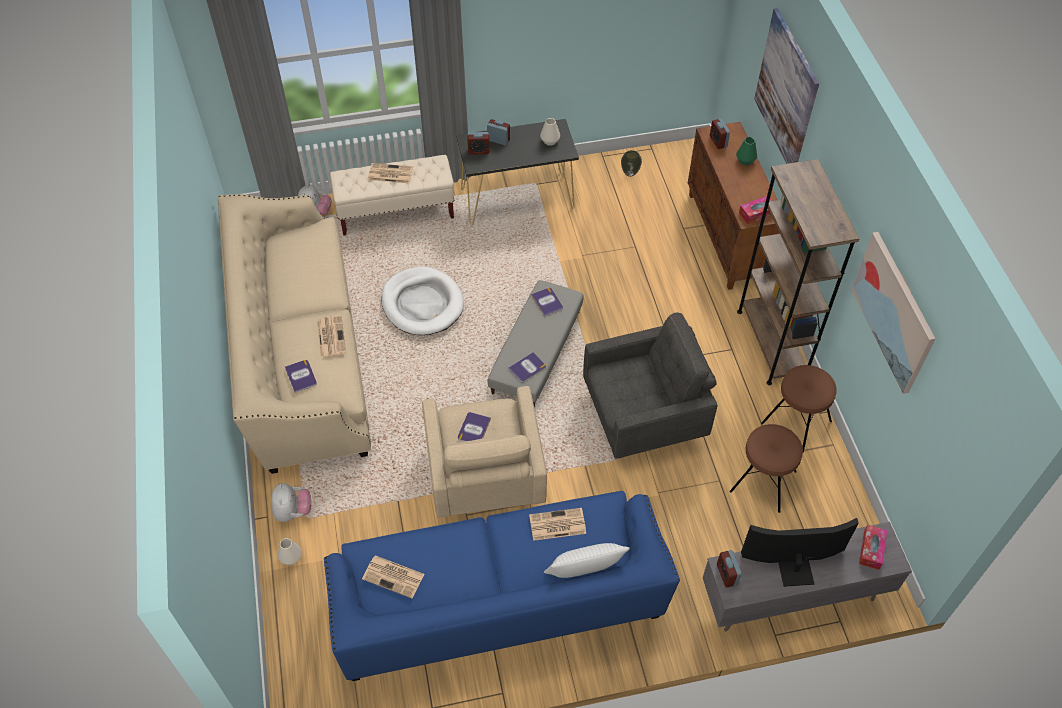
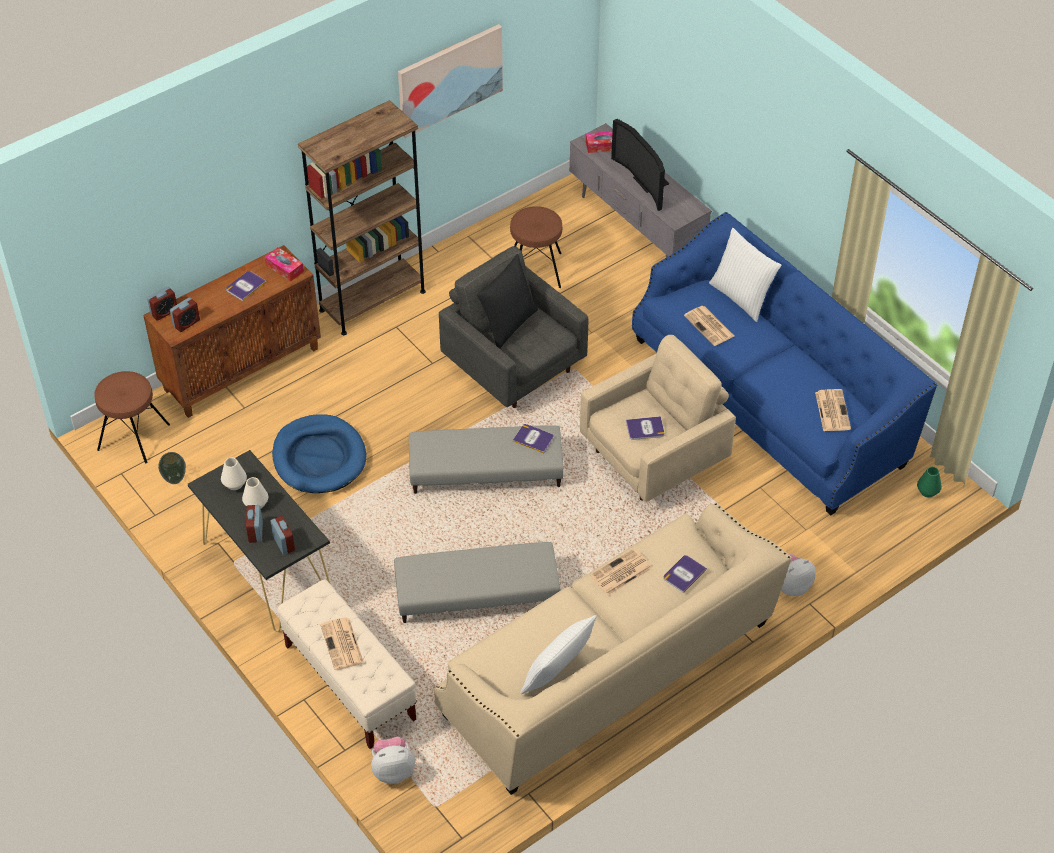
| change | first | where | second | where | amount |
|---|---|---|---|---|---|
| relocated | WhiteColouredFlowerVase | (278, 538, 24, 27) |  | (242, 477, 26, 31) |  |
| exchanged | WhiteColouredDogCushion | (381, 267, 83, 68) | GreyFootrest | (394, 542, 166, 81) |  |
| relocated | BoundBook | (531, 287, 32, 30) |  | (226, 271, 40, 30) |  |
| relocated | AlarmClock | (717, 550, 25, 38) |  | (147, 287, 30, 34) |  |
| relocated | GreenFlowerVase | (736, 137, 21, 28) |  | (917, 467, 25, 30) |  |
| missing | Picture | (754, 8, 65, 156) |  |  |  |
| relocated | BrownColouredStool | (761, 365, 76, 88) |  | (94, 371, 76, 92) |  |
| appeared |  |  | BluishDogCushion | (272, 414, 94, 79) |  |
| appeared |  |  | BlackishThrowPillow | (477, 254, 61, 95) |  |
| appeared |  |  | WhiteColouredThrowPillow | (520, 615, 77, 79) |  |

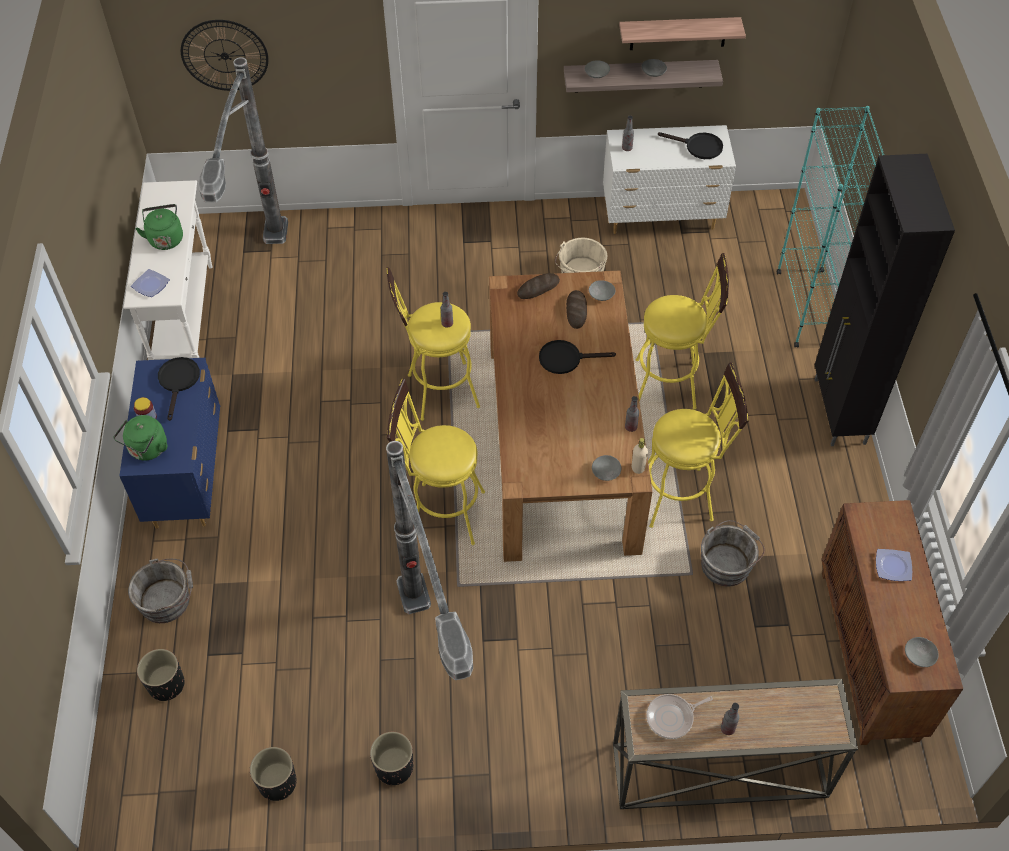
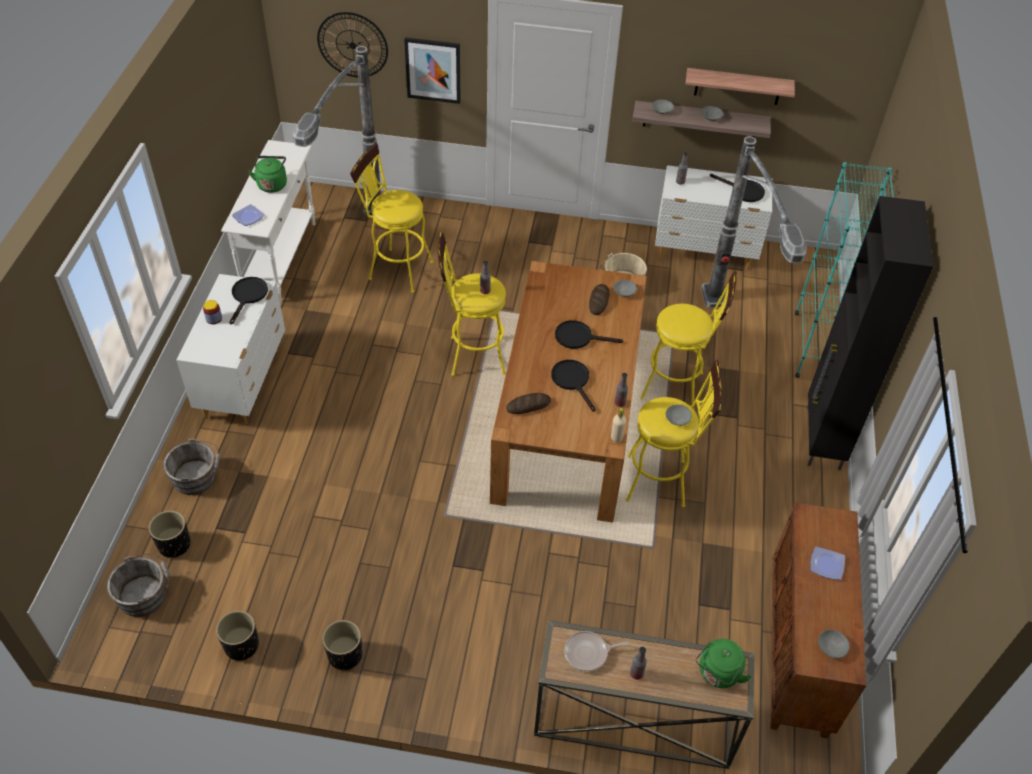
| change | first | where | second | where | amount |
|---|---|---|---|---|---|
| relocated | GreenWaterKettle | (113, 415, 54, 46) |  | (696, 639, 55, 49) |  |
| colour | BluishChestOfDrawers | (119, 358, 101, 171) | WhiteColouredChestOfDrawers | (176, 274, 109, 151) |  |
| relocated | StandardLamp | (386, 441, 87, 239) |  | (701, 137, 106, 171) |  |
| relocated | YellowColouredStool | (387, 378, 98, 167) |  | (350, 142, 84, 151) |  |
| relocated | BakedBread | (517, 273, 43, 26) |  | (506, 393, 45, 21) |  |
| relocated | GreyBowl | (592, 455, 29, 26) |  | (666, 404, 26, 22) |  |
| relocated | GreyBucket | (701, 520, 64, 66) |  | (107, 554, 63, 63) |  |
| appeared |  |  | Picture | (404, 37, 57, 67) |  |
| appeared |  |  | BlackishPan | (551, 360, 45, 52) |  |

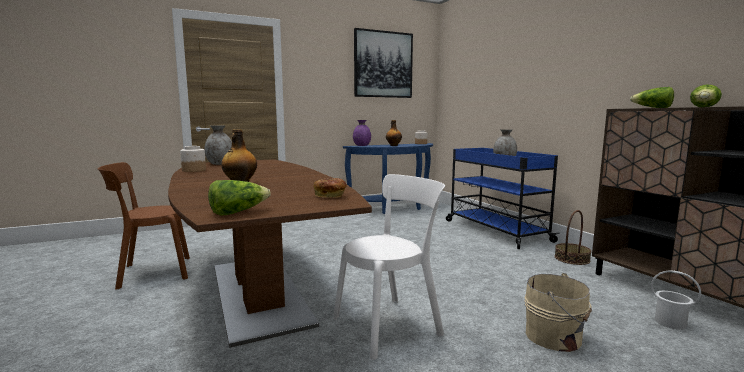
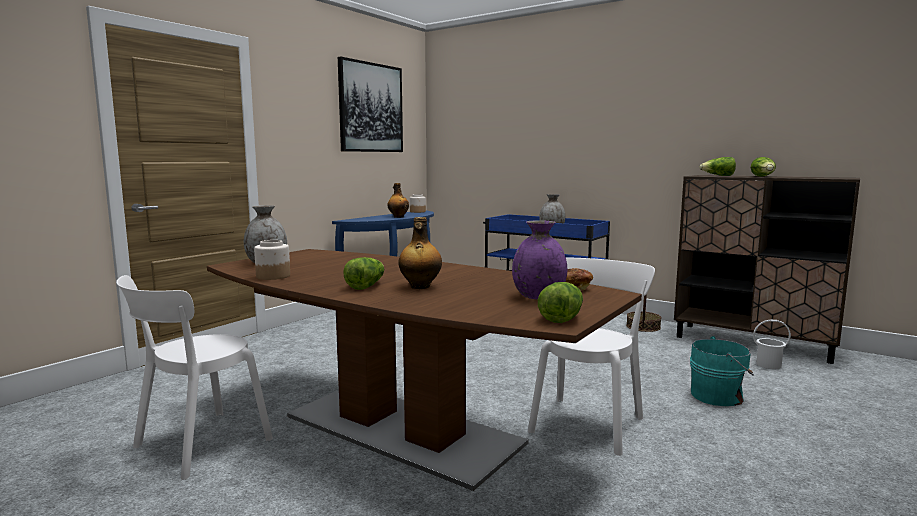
| change | first | where | second | where | amount |
|---|---|---|---|---|---|
| colour | BrownColouredUprightChair | (98, 162, 92, 128) | WhiteColouredUprightChair | (116, 275, 157, 205) |  |
| relocated | PurplishFlowerVase | (353, 120, 18, 26) |  | (512, 220, 55, 79) |  |
| colour | BeigeColouredBucket | (525, 273, 67, 79) | TurquoiseBucket | (690, 336, 64, 70) |  |
| appeared |  |  | LettuceHead | (343, 257, 41, 33) |  |

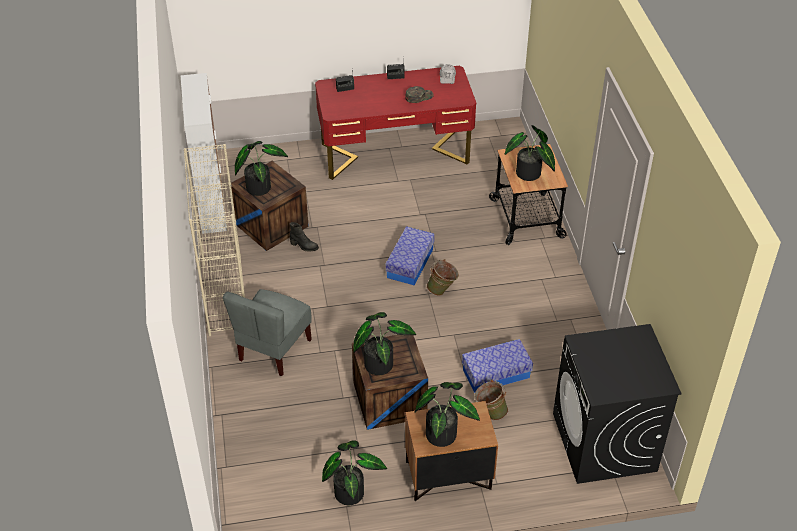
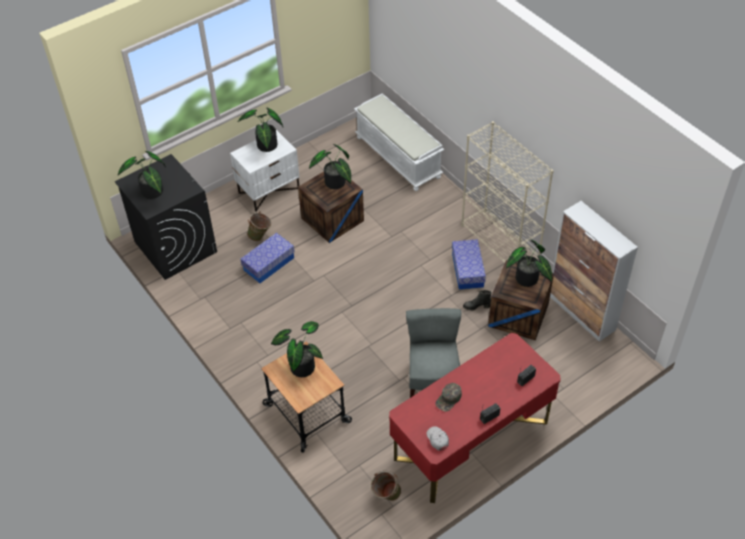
| change | first | where | second | where | amount |
|---|---|---|---|---|---|
| relocated | GreyUprightChair | (223, 289, 89, 87) |  | (406, 308, 56, 90) |  |
| relocated | PottedPlant | (322, 440, 65, 65) |  | (118, 151, 48, 48) |  |
| relocated | StorageBox | (386, 226, 49, 60) |  | (452, 239, 34, 50) |  |
| colour | BrownColouredBedsideTable | (405, 401, 93, 100) | WhiteColouredBedsideTable | (230, 130, 70, 82) |  |
| relocated | GreenBucket | (427, 259, 32, 37) |  | (371, 471, 30, 30) |  |
| appeared |  |  | WhiteColouredIndoorBench | (354, 93, 90, 98) |  |

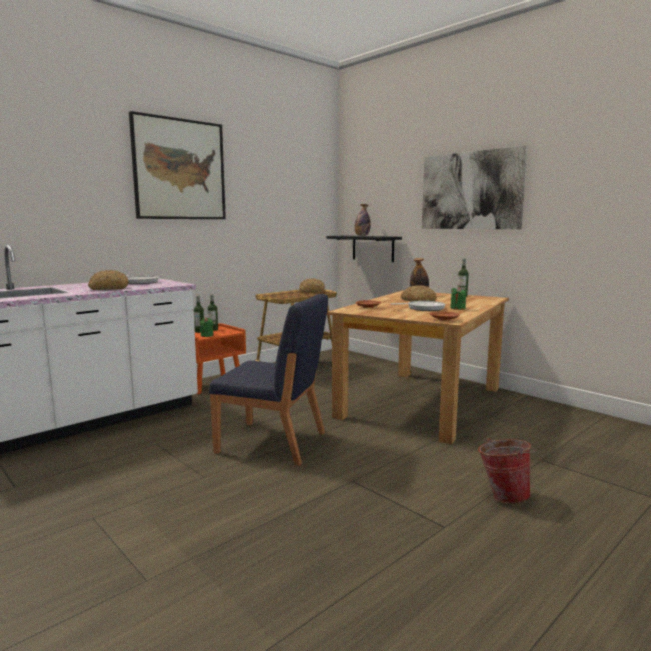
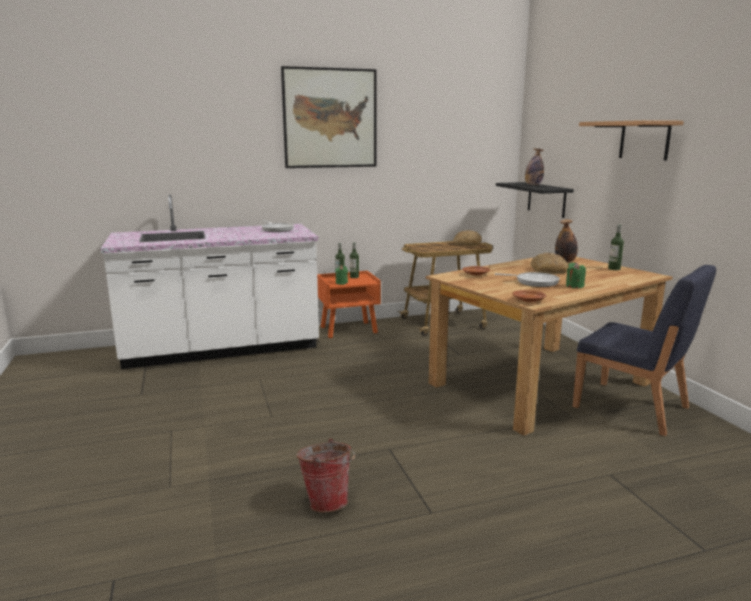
| change | first | where | second | where | amount |
|---|---|---|---|---|---|
| missing | BakedBread | (88, 270, 40, 20) |  |  |  |
| relocated | BluishUprightChair | (209, 294, 119, 172) |  | (573, 265, 143, 171) |  |
| exchanged | Picture | (422, 145, 106, 84) | Shelf | (579, 120, 105, 41) |  |
| relocated | Bucket | (478, 438, 57, 65) |  | (296, 439, 59, 73) |  |

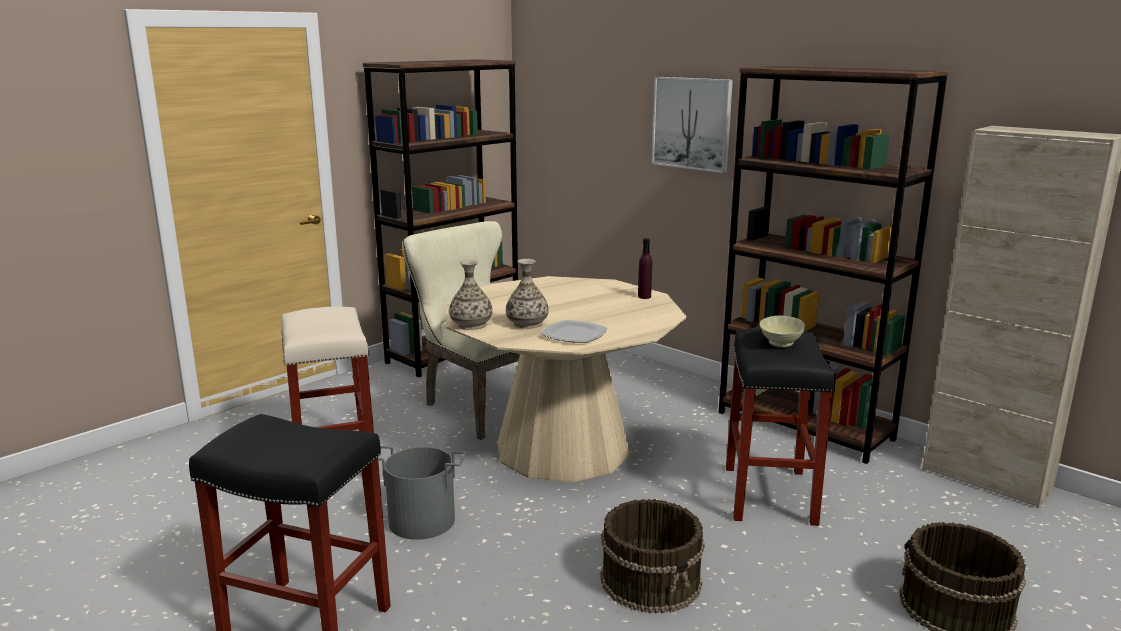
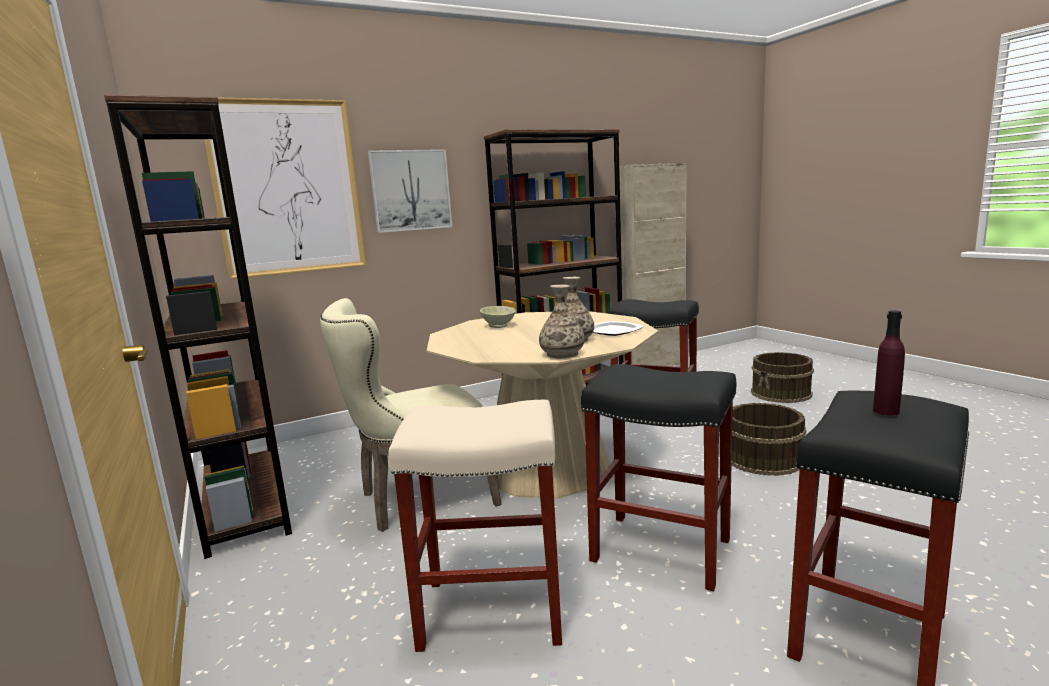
| change | first | where | second | where | amount |
|---|---|---|---|---|---|
| exchanged | GreyBucket | (378, 446, 89, 94) | BlackishStool | (581, 364, 155, 227) |  |
| relocated | PurplishDrinkBottle | (638, 238, 14, 61) |  | (873, 310, 32, 105) |  |
| relocated | BeigeColouredBowl | (759, 316, 46, 31) |  | (480, 306, 36, 22) |  |
| appeared |  |  | Picture | (204, 98, 162, 181) |  |

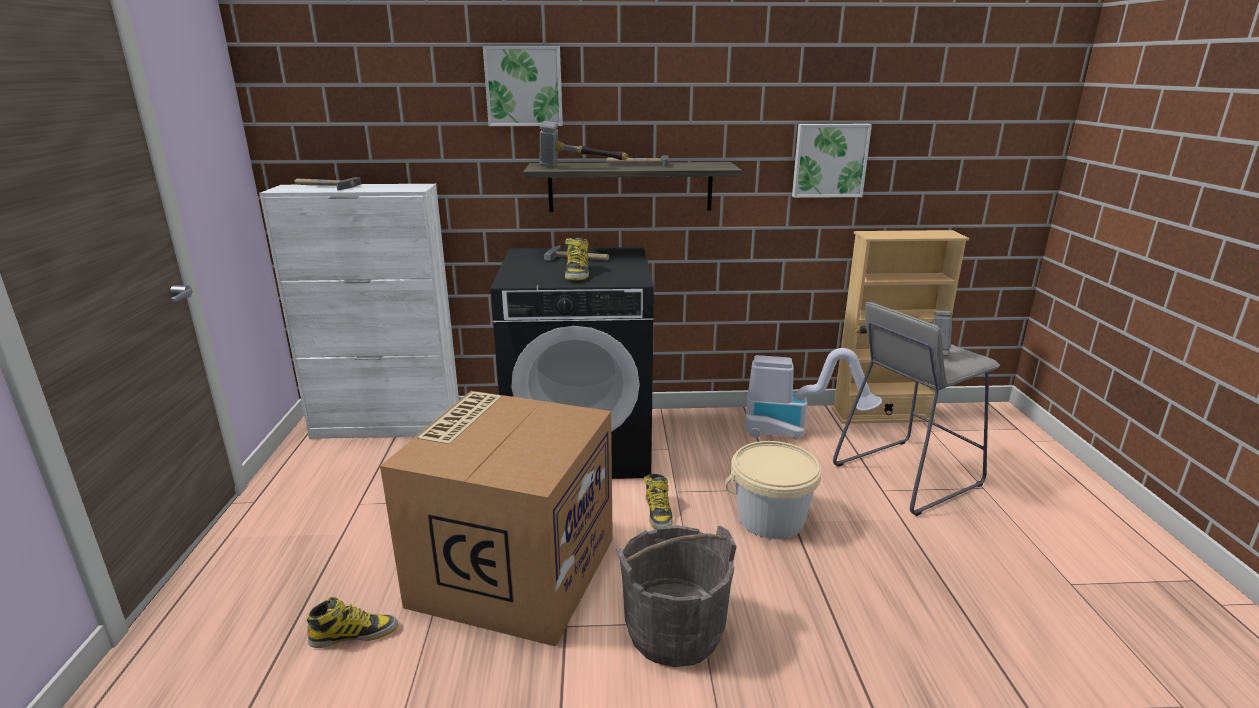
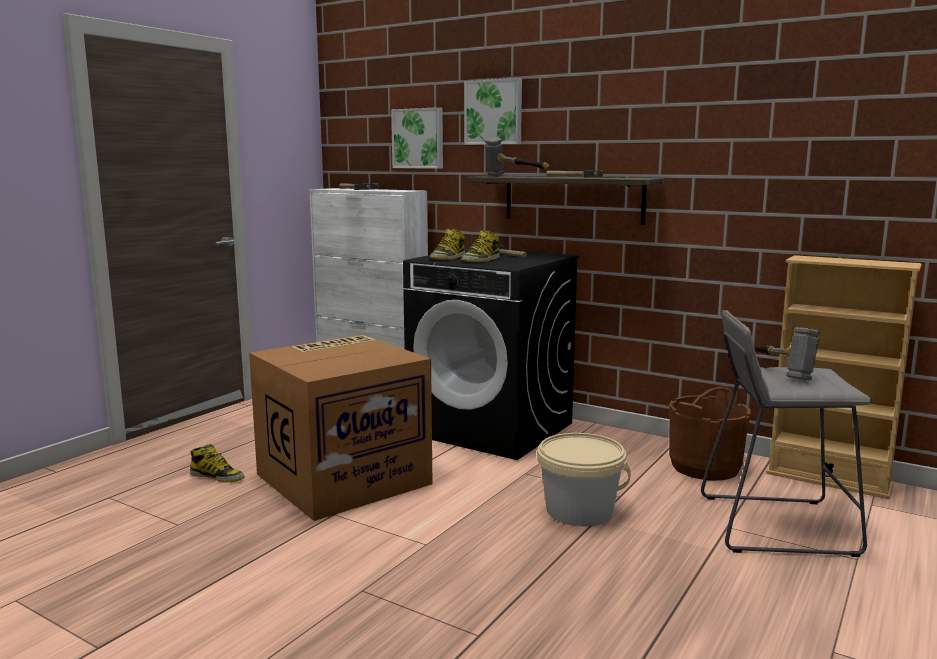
| change | first | where | second | where | amount |
|---|---|---|---|---|---|
| missing | GreyBucket | (616, 525, 121, 142) |  |  |  |
| relocated | Boot | (644, 474, 29, 56) |  | (430, 229, 35, 31) |  |
| exchanged | Vacuum | (745, 348, 137, 92) | BrownColouredBucket | (669, 386, 82, 95) |  |
| relocated | Picture | (792, 124, 80, 74) |  | (391, 107, 52, 62) |  |

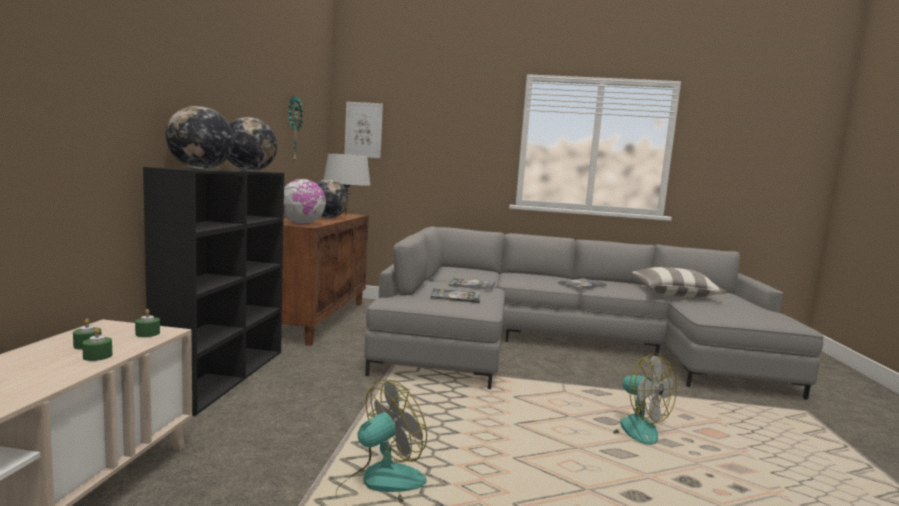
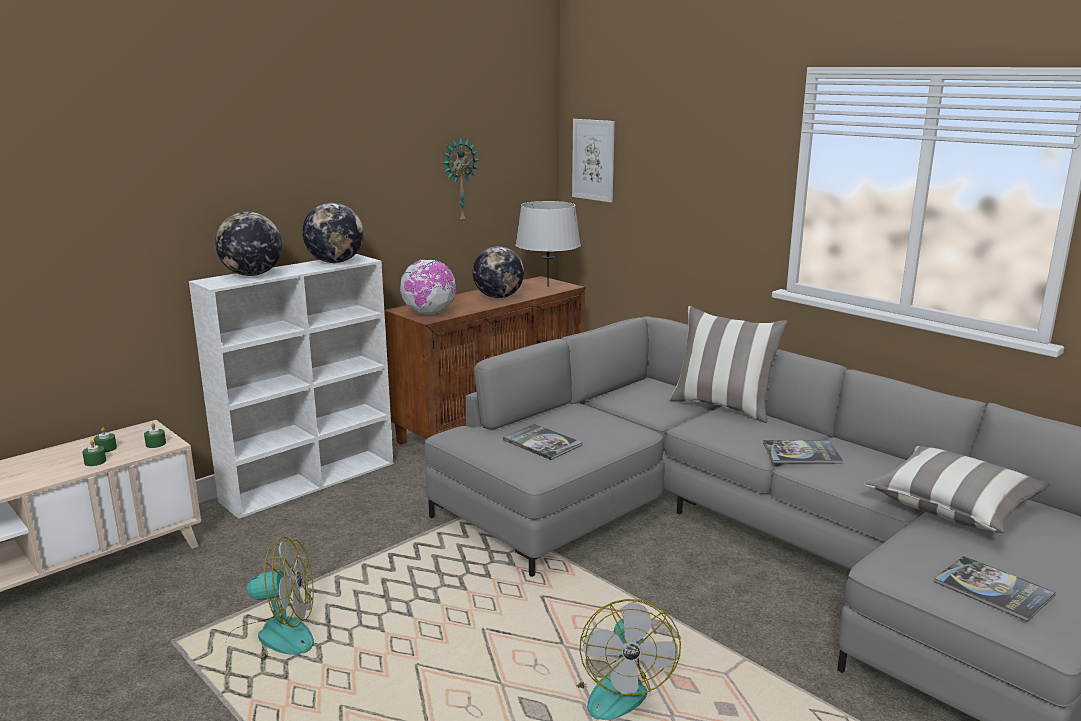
| change | first | where | second | where | amount |
|---|---|---|---|---|---|
| colour | BlackishShelvingUnit | (143, 167, 141, 249) | WhiteColouredShelvingUnit | (189, 254, 204, 264) |  |
| relocated | BoundBook | (449, 278, 46, 12) |  | (934, 556, 122, 66) |  |
| appeared |  |  | ThrowPillow | (669, 306, 119, 117) |  |

